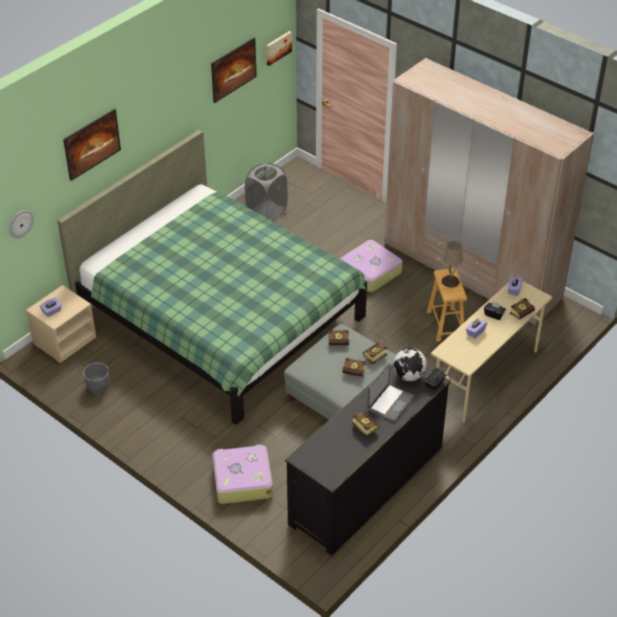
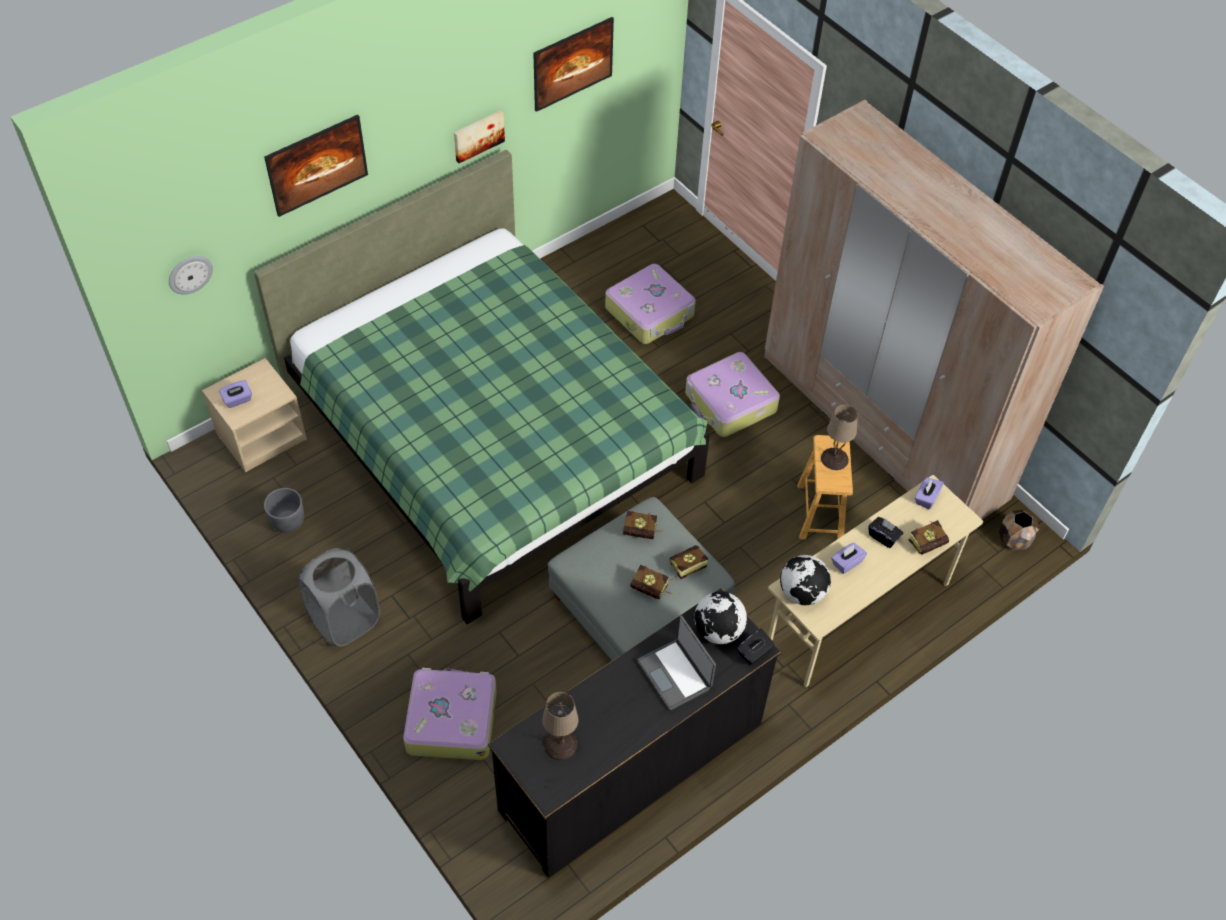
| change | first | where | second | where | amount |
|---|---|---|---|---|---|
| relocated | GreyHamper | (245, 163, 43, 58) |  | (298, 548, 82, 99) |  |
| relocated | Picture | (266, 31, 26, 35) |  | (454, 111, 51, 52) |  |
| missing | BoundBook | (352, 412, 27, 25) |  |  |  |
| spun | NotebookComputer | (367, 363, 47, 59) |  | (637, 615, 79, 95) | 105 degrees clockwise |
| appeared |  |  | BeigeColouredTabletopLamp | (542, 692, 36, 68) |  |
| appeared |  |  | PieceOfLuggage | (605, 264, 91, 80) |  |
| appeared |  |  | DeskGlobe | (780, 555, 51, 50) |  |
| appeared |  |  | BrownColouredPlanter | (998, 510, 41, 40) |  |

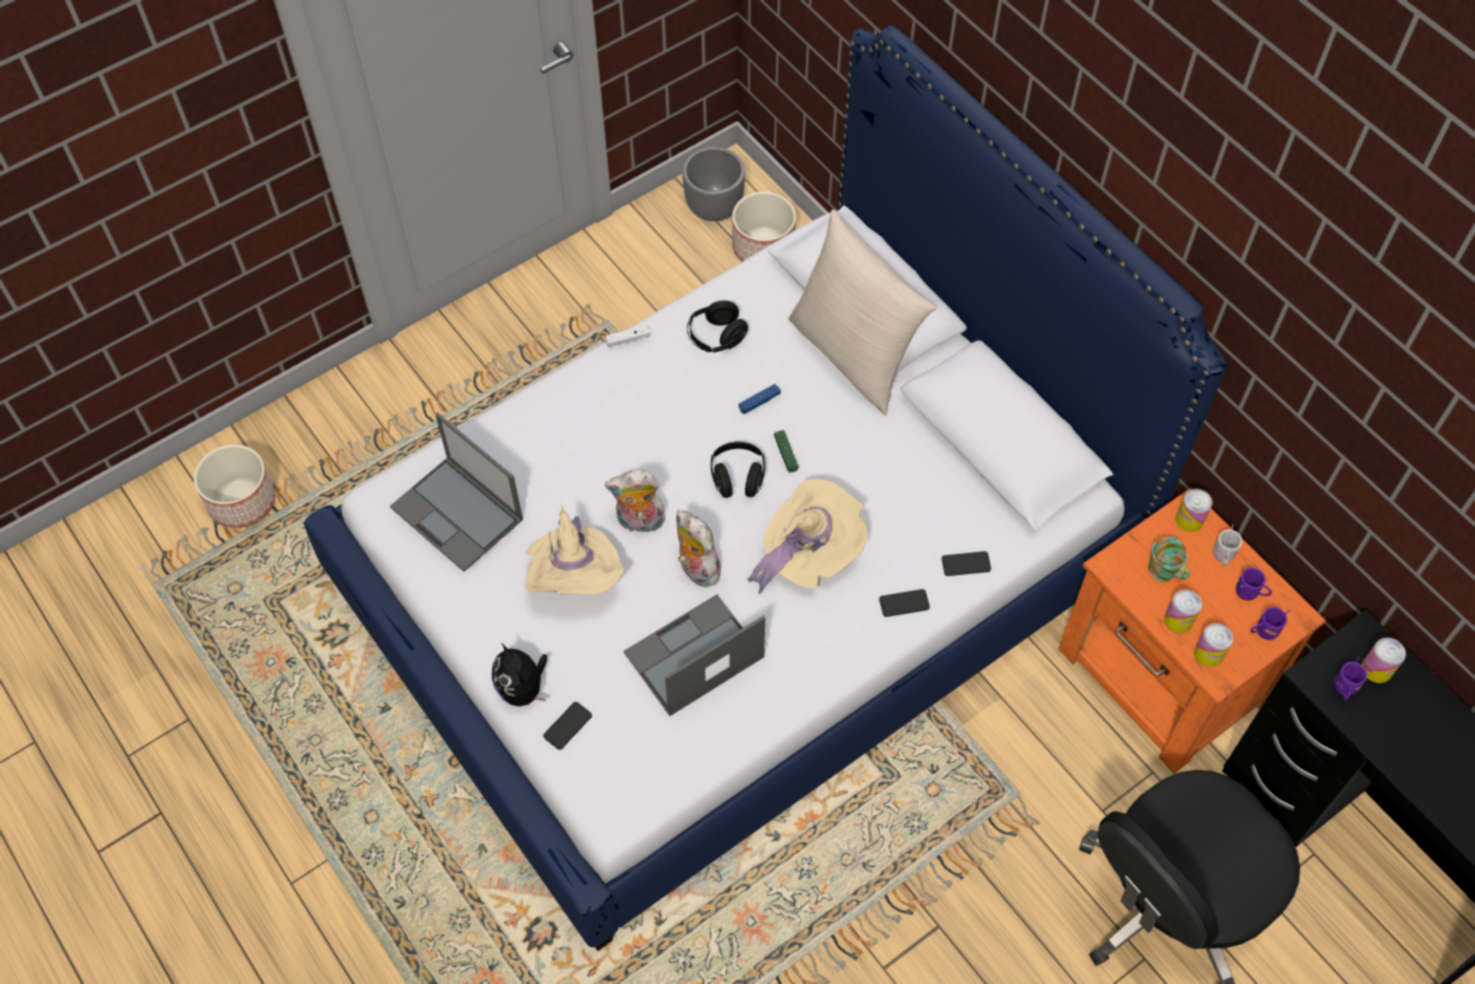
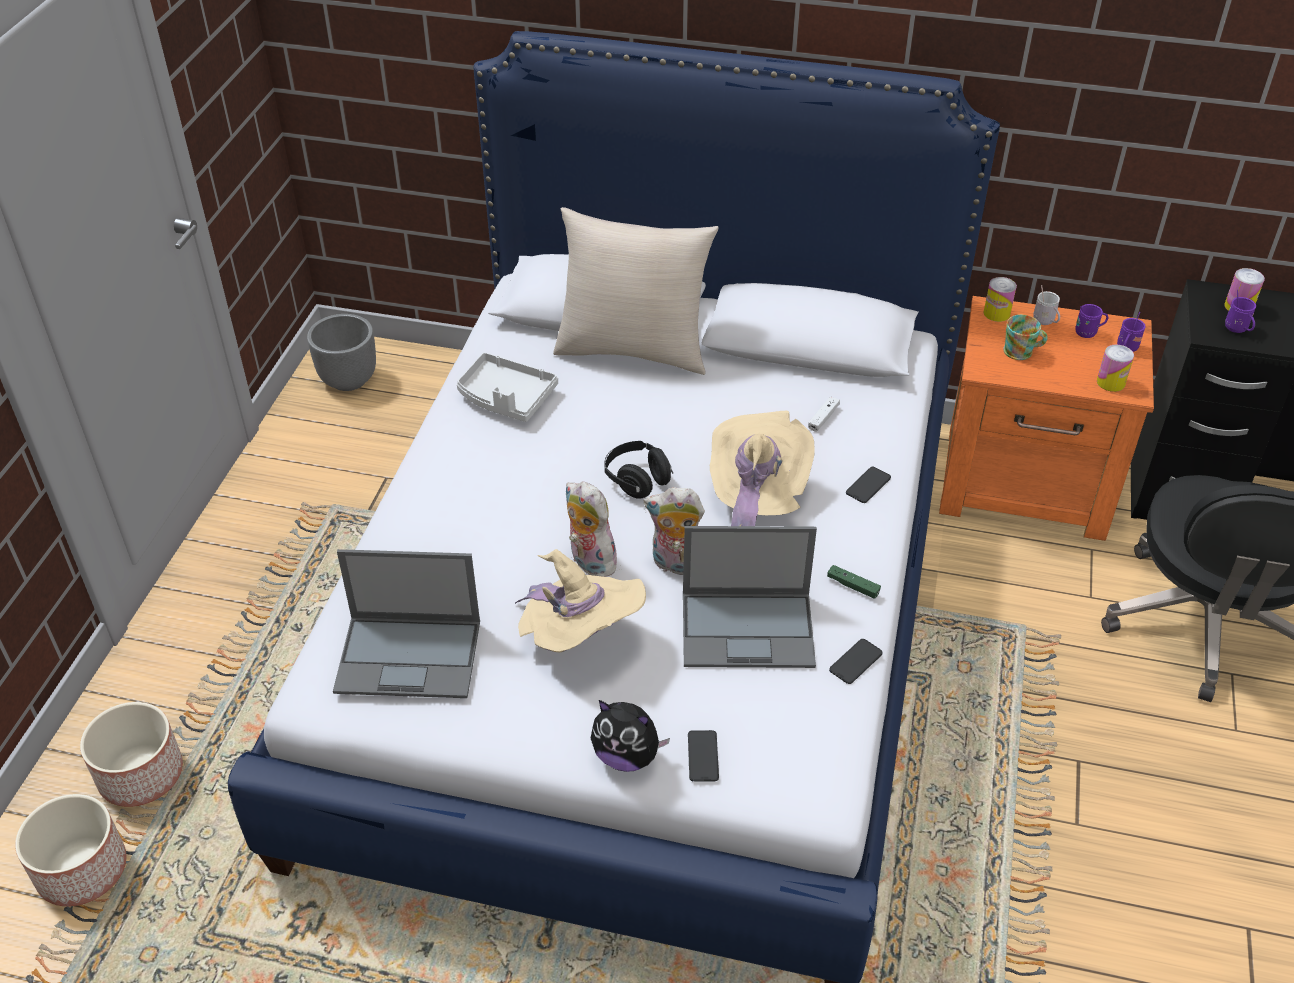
| change | first | where | second | where | amount |
|---|---|---|---|---|---|
| relocated | WhiteColouredGamepad | (605, 325, 45, 22) |  | (808, 396, 32, 36) |  |
| spun | PlushToy | (605, 470, 60, 63) |  | (566, 481, 53, 96) | 90 degrees clockwise |
| spun | NotebookComputer | (623, 594, 142, 122) |  | (683, 526, 134, 142) | 105 degrees counterclockwise |
| exchanged | BlackishPairOfHeadphones | (687, 300, 61, 53) | GreyCarryingTray | (457, 352, 101, 70) |  |
| relocated | Planter | (732, 192, 64, 70) |  | (80, 702, 103, 105) |  |
| missing | BluishGamepad | (739, 384, 42, 30) |  |  |  |
| relocated | GreenGamepad | (774, 430, 24, 43) |  | (827, 565, 54, 34) |  |
| relocated | Phone | (942, 551, 49, 25) |  | (829, 639, 54, 45) |  |
| missing | MetalCan | (1164, 589, 38, 44) |  |  |  |

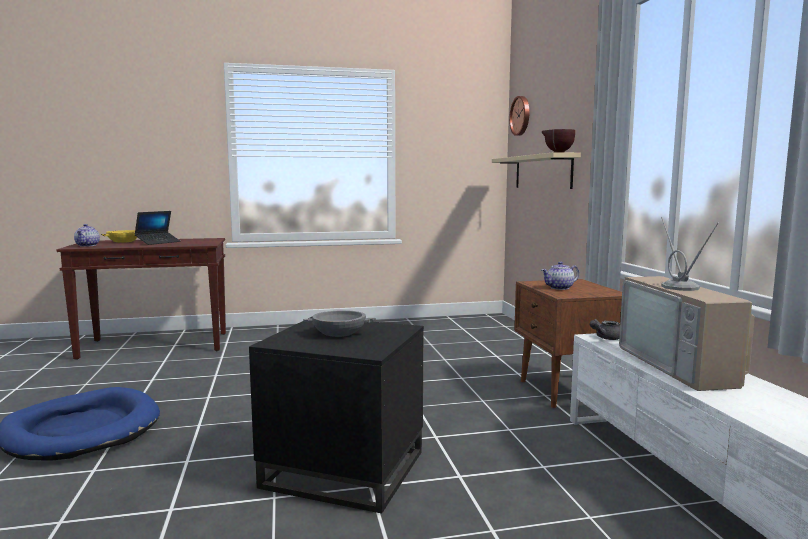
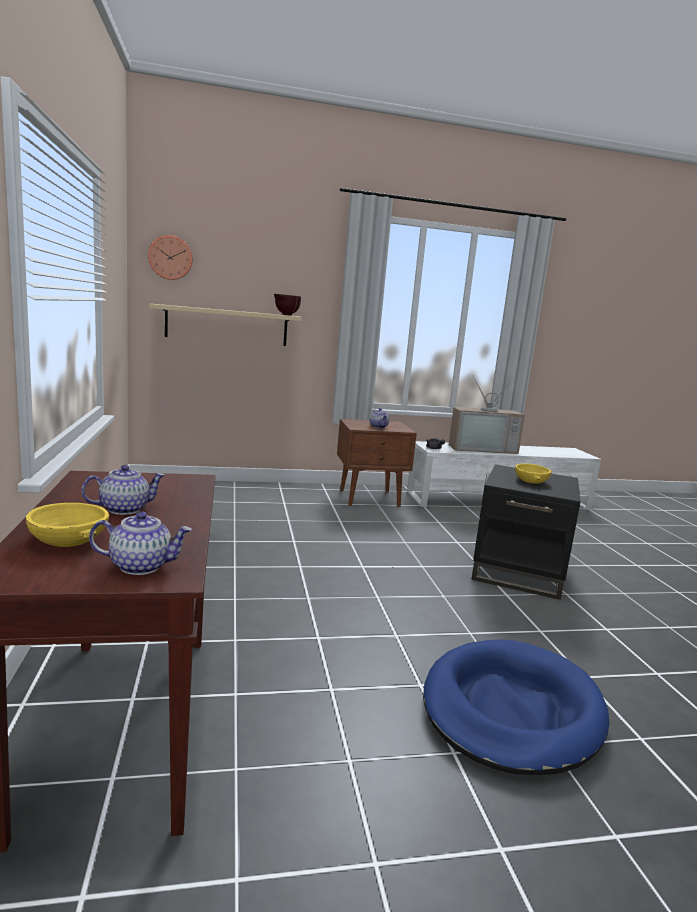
| change | first | where | second | where | amount |
|---|---|---|---|---|---|
| exchanged | NotebookComputer | (135, 211, 46, 34) | Teapot | (81, 465, 84, 50) |  |
| colour | GreyBowl | (303, 310, 73, 27) | YellowColouredBowl | (515, 463, 37, 21) |  |

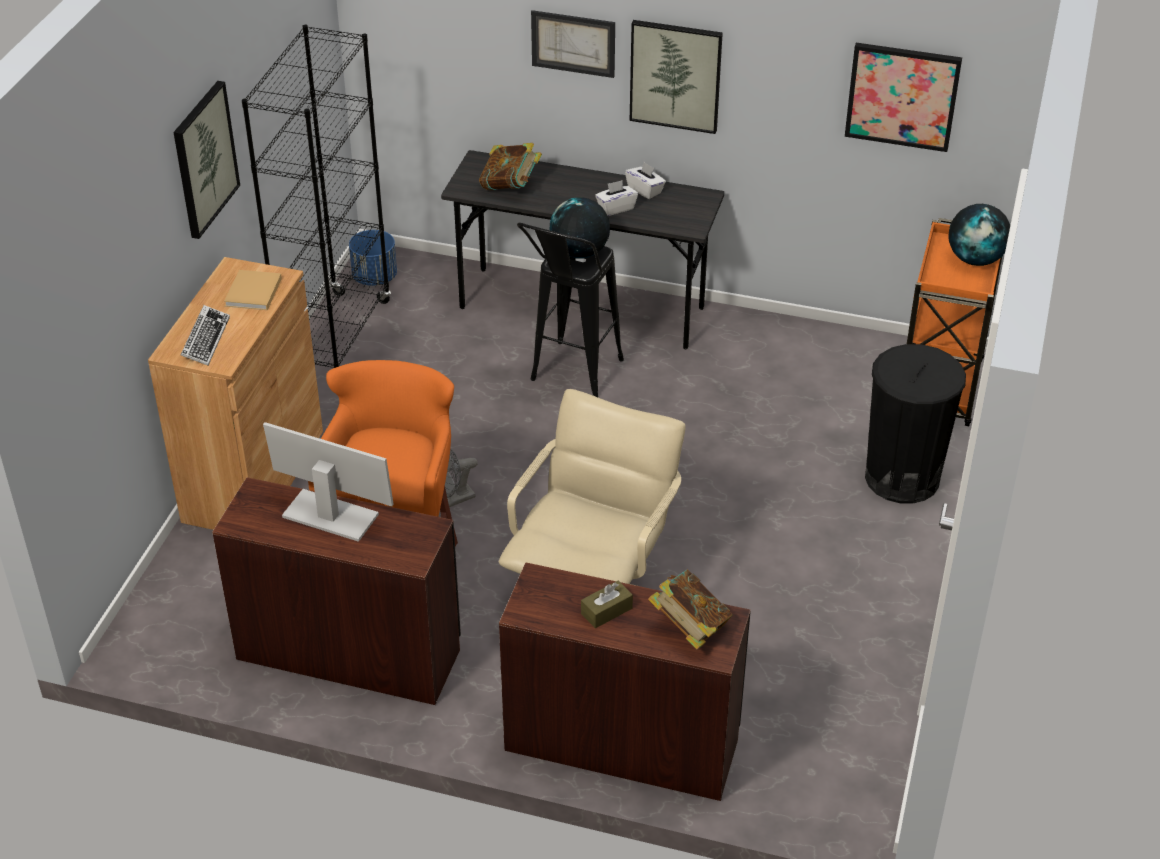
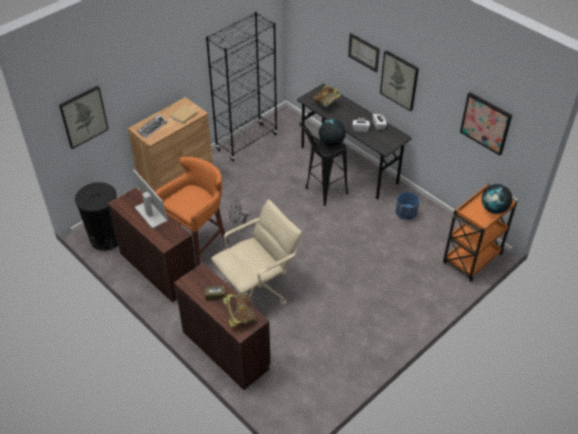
| change | first | where | second | where | amount |
|---|---|---|---|---|---|
| relocated | Picture | (174, 81, 66, 158) |  | (59, 86, 50, 63) |  |
| relocated | BluishPlanter | (349, 230, 48, 56) |  | (396, 192, 24, 28) |  |
| relocated | BlackishRubbishBin | (865, 344, 101, 160) |  | (75, 182, 43, 69) |  |

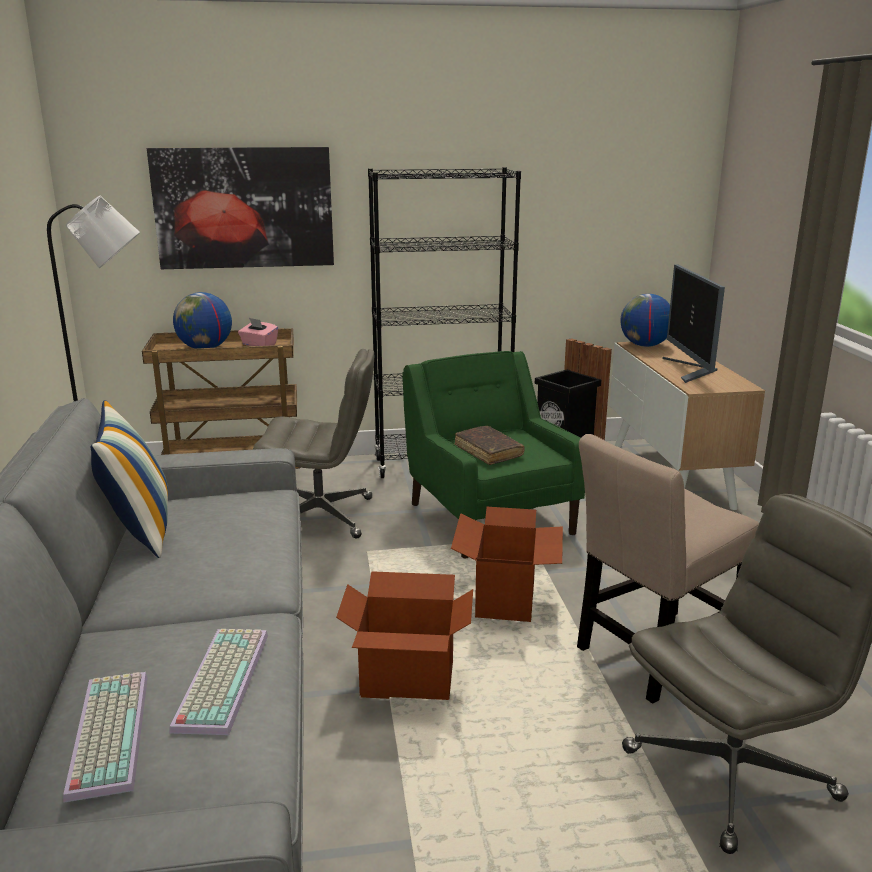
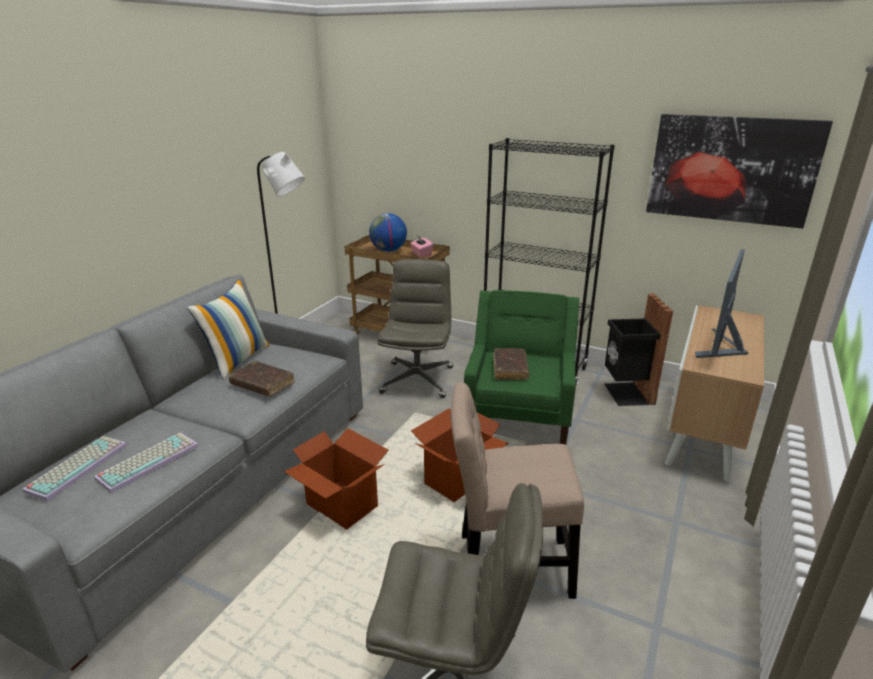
| change | first | where | second | where | amount |
|---|---|---|---|---|---|
| relocated | Picture | (147, 147, 187, 122) |  | (646, 114, 187, 114) |  |
| spun | GreyComputerChair | (253, 349, 121, 190) |  | (378, 259, 75, 139) | 120 degrees counterclockwise |
| missing | DeskGlobe | (620, 294, 50, 53) |  |  |  |
| appeared |  |  | BrownColouredBoundBook | (229, 361, 66, 36) |  |

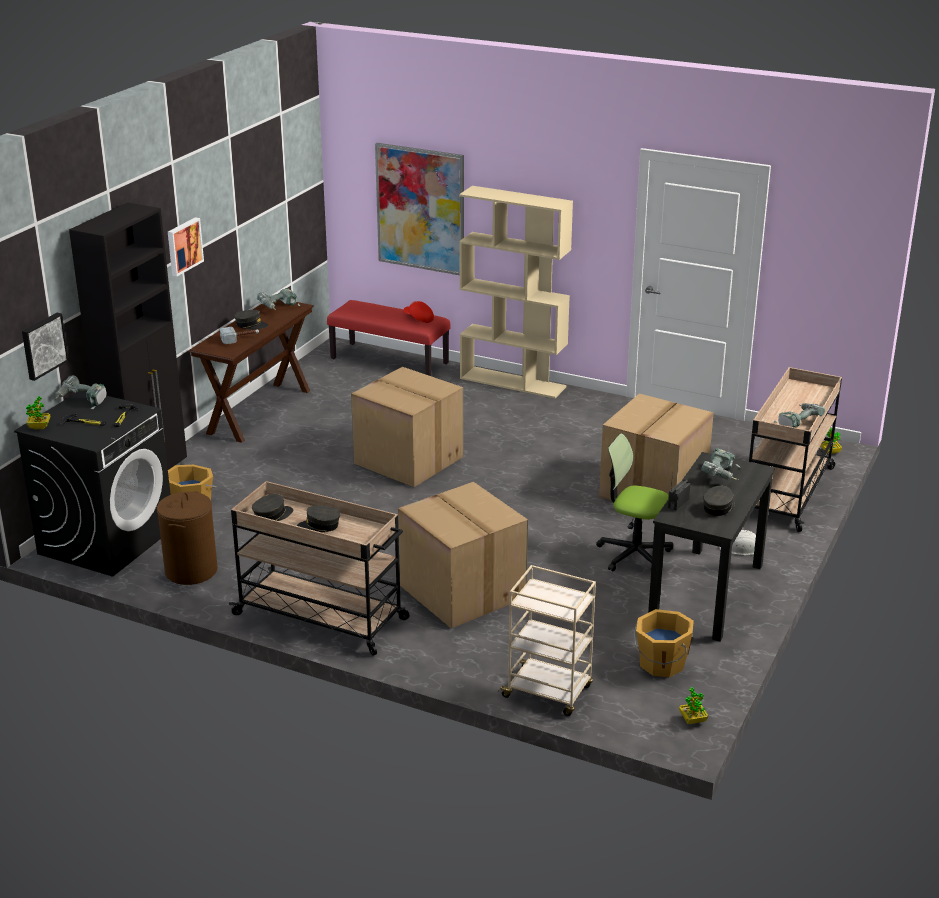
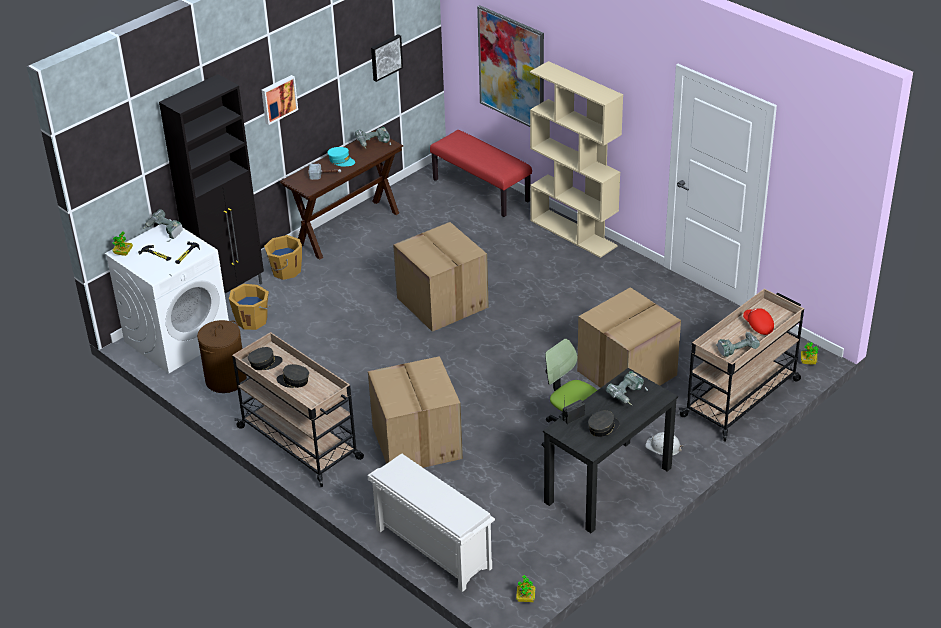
| change | first | where | second | where | amount |
|---|---|---|---|---|---|
| colour | BlackishLaundryAppliance | (14, 392, 157, 185) | WhiteColouredLaundryAppliance | (105, 219, 124, 155) |  |
| relocated | Picture | (22, 313, 47, 68) |  | (371, 34, 32, 48) |  |
| colour | GreyBaseballCap | (234, 310, 35, 20) | TurquoiseBaseballCap | (327, 147, 28, 19) |  |
| relocated | ReddishBaseballCap | (404, 301, 30, 22) |  | (743, 308, 31, 27) |  |
| exchanged | BeigeColouredWheeledCart | (499, 565, 97, 151) | WhiteColouredShoeShelf | (368, 454, 127, 138) |  |
| relocated | OrangeBucket | (634, 609, 60, 69) |  | (264, 235, 38, 45) |  |

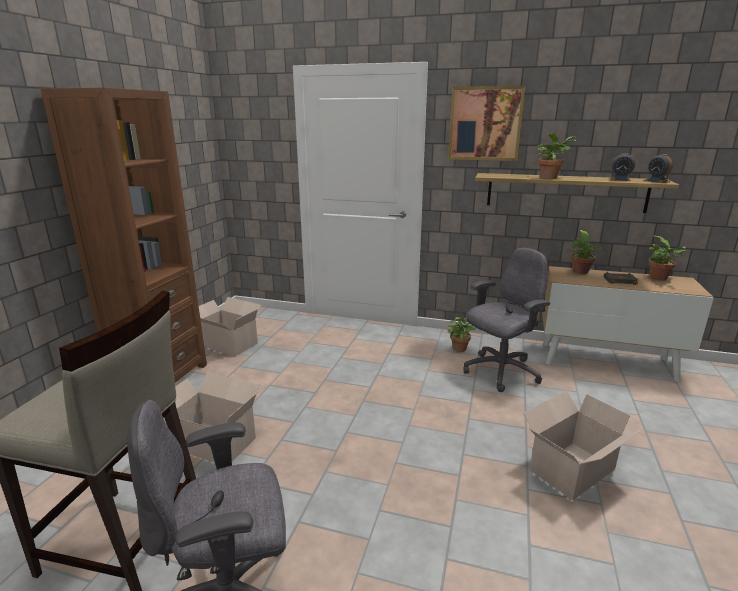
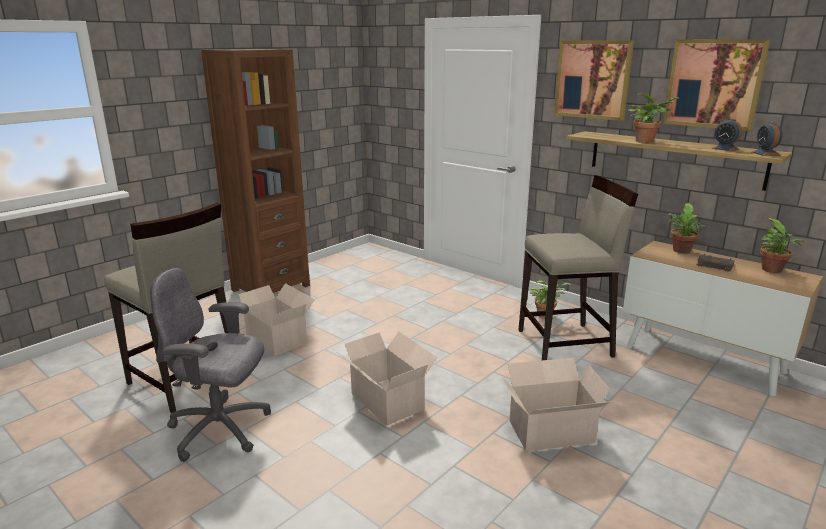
| change | first | where | second | where | amount |
|---|---|---|---|---|---|
| relocated | Carton | (199, 297, 63, 59) |  | (337, 331, 100, 95) |  |
| exchanged | GreyComputerChair | (464, 248, 86, 144) | BeigeColouredStool | (518, 175, 120, 185) |  |
| appeared |  |  | Picture | (663, 39, 107, 92) |  |

